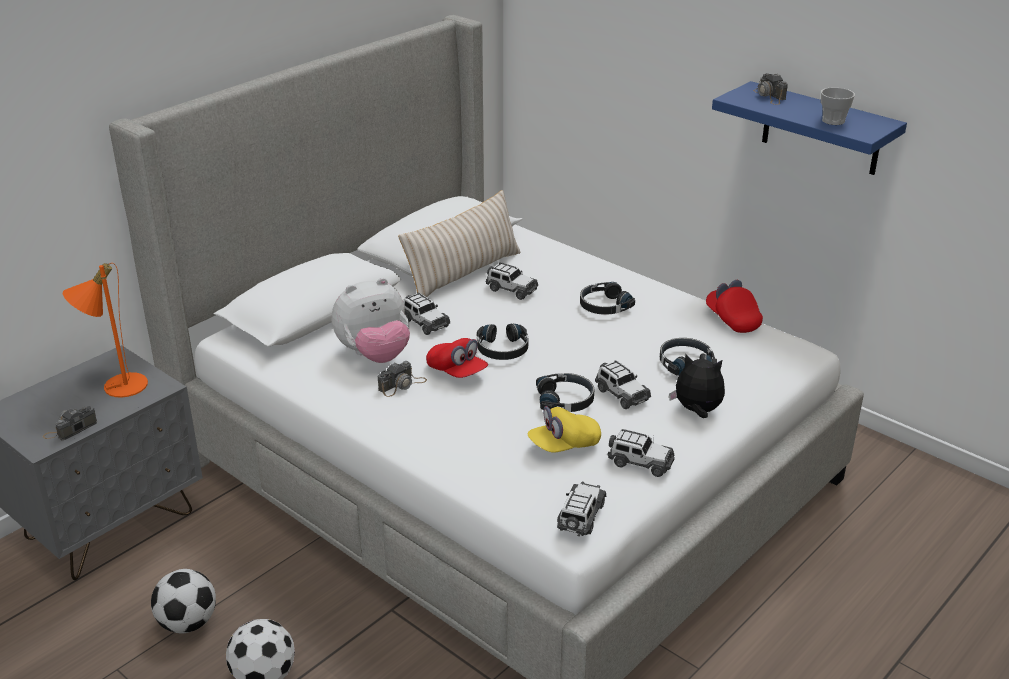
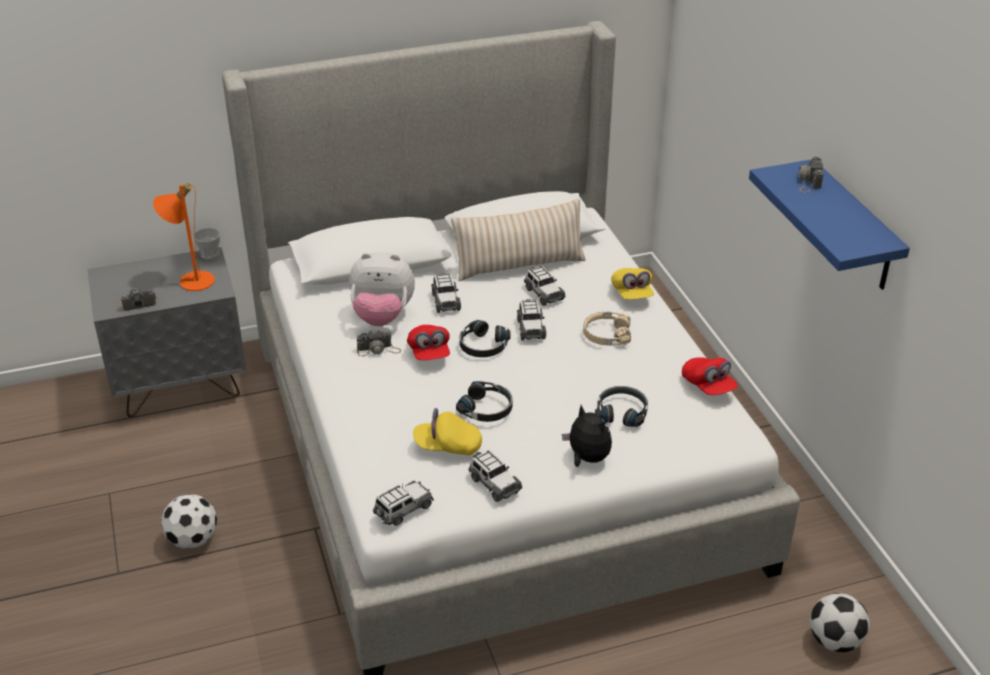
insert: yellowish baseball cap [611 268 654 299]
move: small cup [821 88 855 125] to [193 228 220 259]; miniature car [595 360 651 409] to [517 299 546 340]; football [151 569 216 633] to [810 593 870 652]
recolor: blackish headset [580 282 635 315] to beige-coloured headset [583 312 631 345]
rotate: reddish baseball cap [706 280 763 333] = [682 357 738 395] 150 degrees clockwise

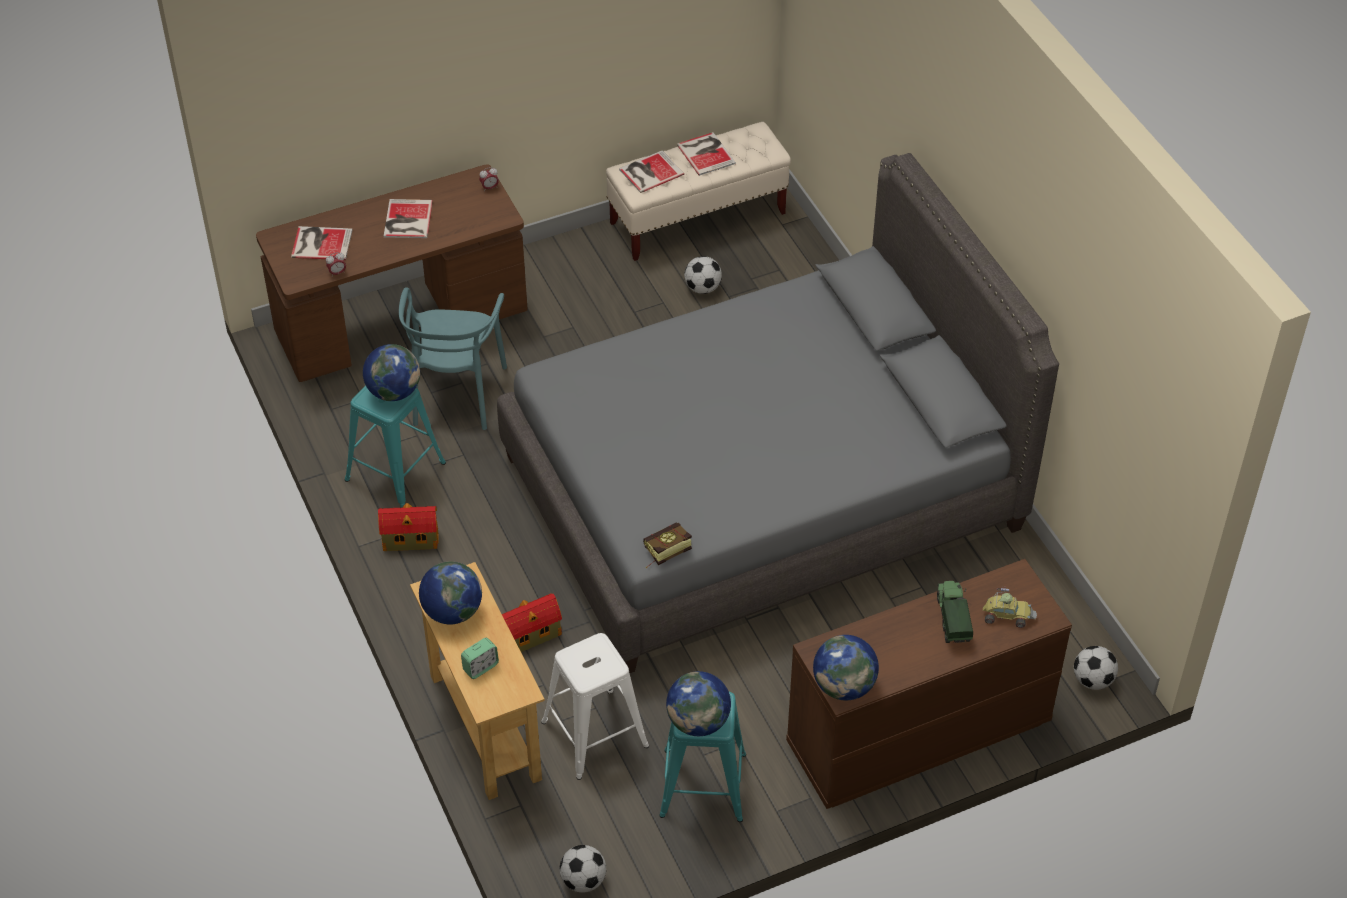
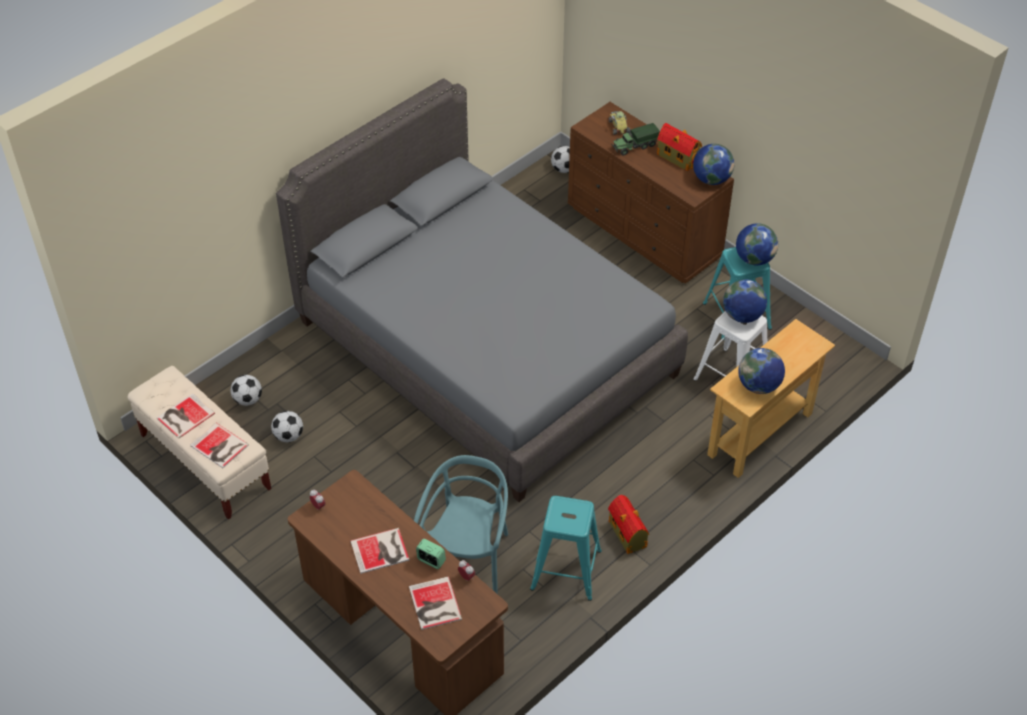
delete: volume [643 523 692 568]
move: globe [363 344 420 401] to [723 279 767 323]; toy house [502 594 562 652] to [657 123 702 171]; alarm clock [461 638 499 679] to [416 539 446 569]; football [559 845 606 893] to [231 375 262 406]
rotate: turquoise-coloured chair [399 287 507 430] = [414 455 508 593] 60 degrees counterclockwise

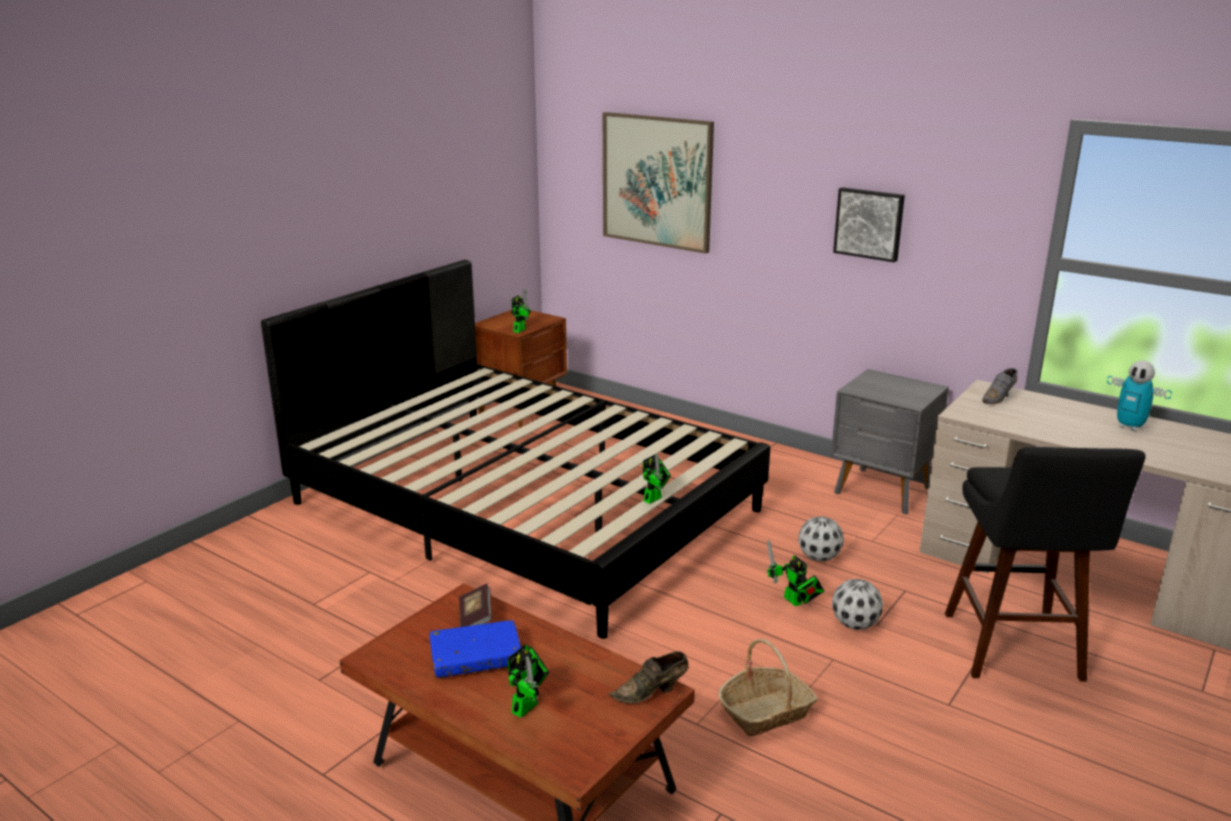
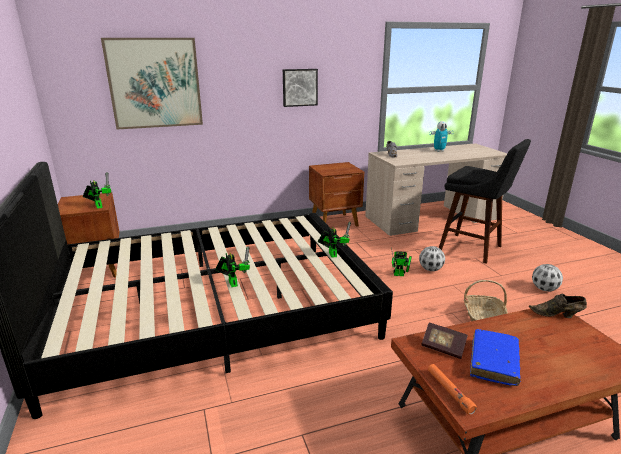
insert: orangey hand torch [428 364 477 415]
move: football [798 516 844 561] to [532 264 563 291]; robot figure [507 645 550 718] to [215 246 250 287]
recolor: grey night table [831 369 949 514] to brown night table [309 162 364 227]
rotate: brown low shoe [609 651 689 703] = [529 294 587 318] 90 degrees clockwise

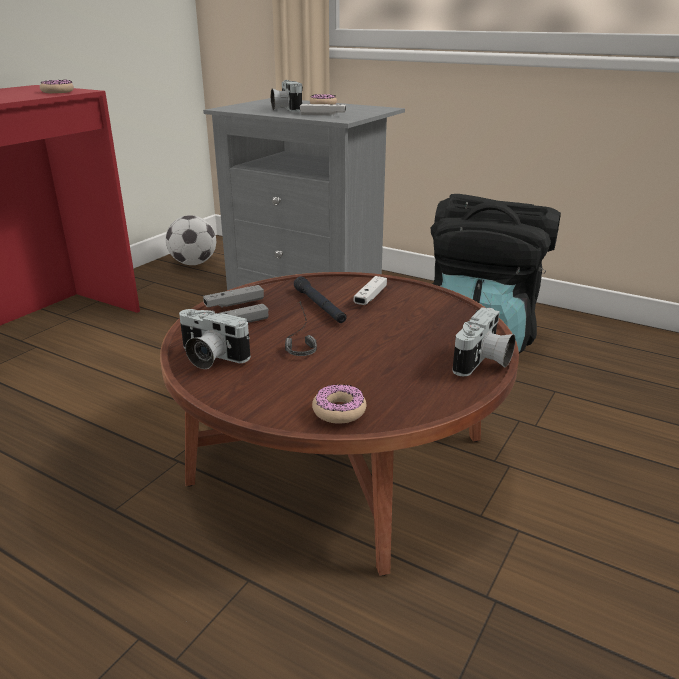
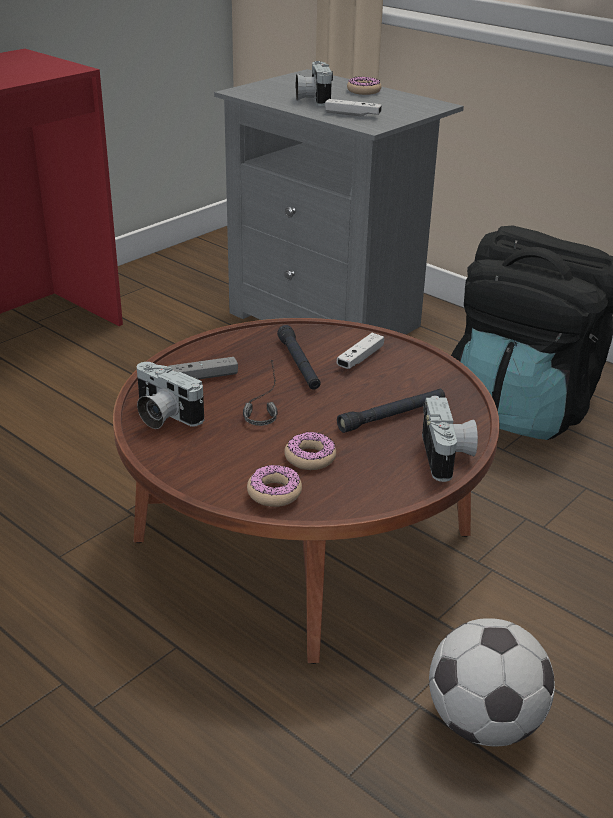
delete: grey game controller [203 285 264 308]
insert: blackish hand torch [337 389 445 433]
move: donut [40 80 74 93] to [284 431 336 470]; football [166 215 216 265] to [429 618 555 746]
rotate: photo camera [453 307 515 376] = [422 396 478 482] 45 degrees counterclockwise

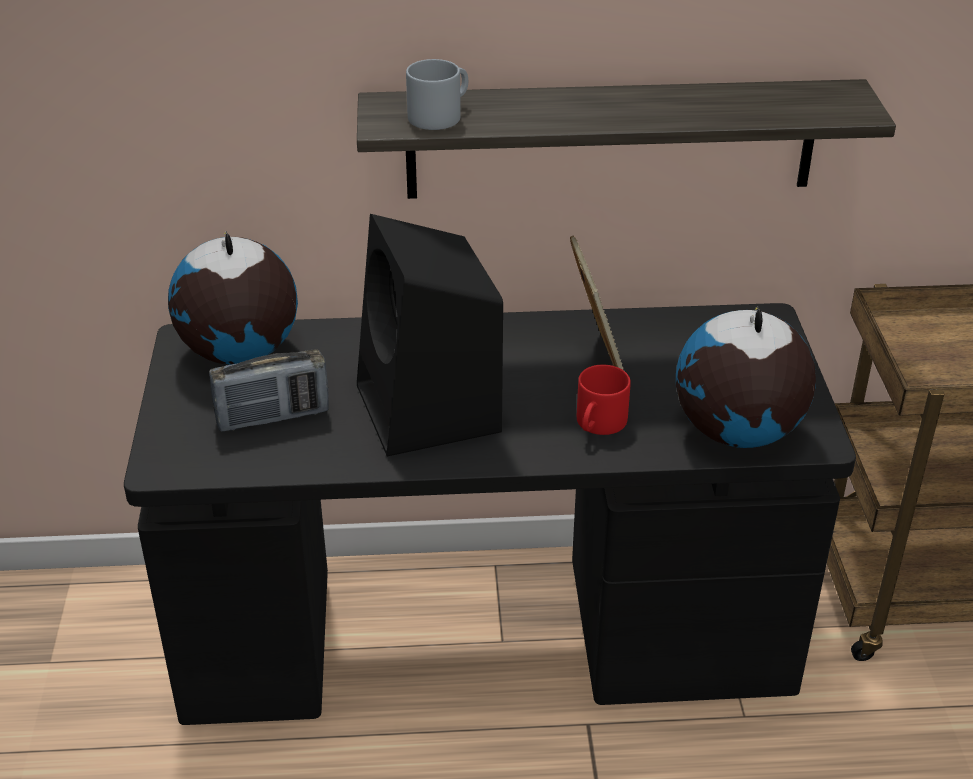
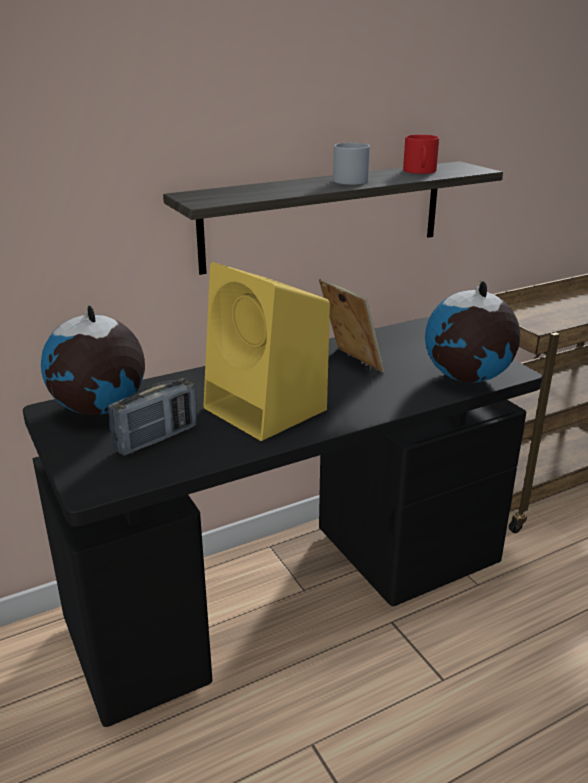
move: grey coffee mug [406 59 468 130] to [333 143 370 185]; reddish coffee mug [577 365 631 435] to [403 135 439 174]
recolor: blackish speaker [357 214 503 456] to yellowish speaker [203 262 330 441]

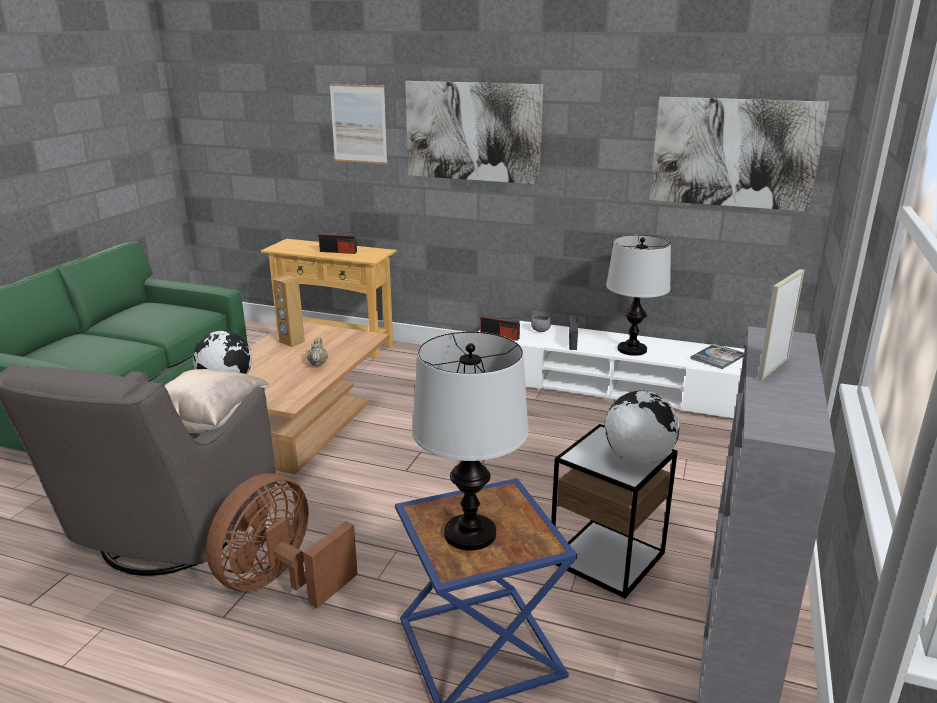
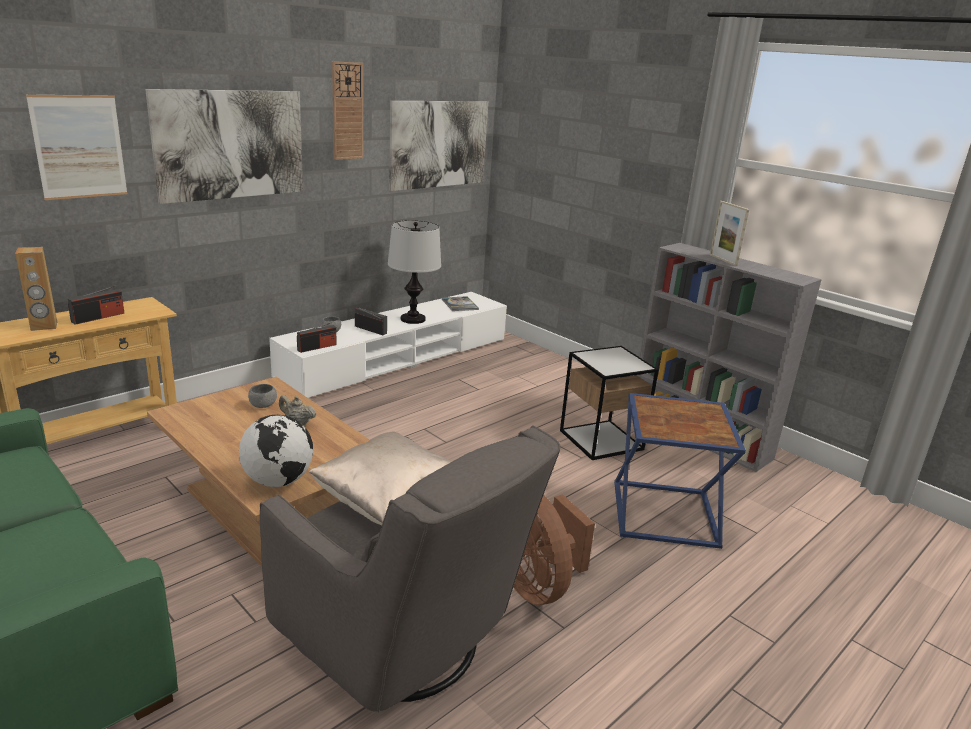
delete: lamp for a table [412 332 529 551]; globe [605 391 680 464]
insert: clock on the wall [332 61 363 160]; grey serving bowl [248 384 277 408]
move: brown speaker [273 275 305 347] to [15 247 57 331]

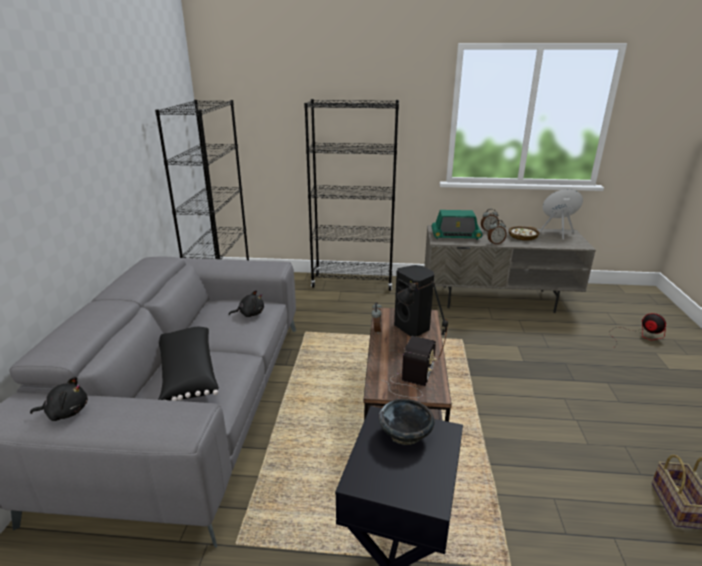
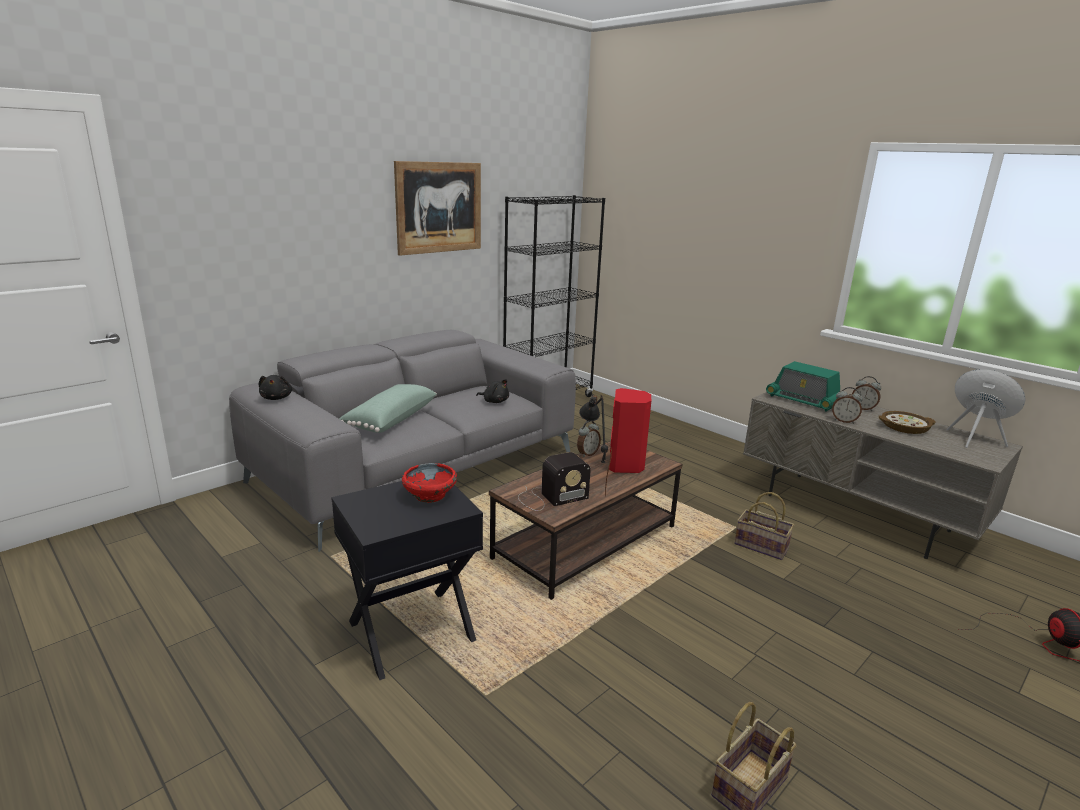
delete: blackish bookcase [304 99 399 291]
insert: wall picture [394 161 481 256]; basket [734 492 794 560]
recolor: blackish speaker [394 265 434 337] to reddish speaker [609 388 652 473]; blackish throw pillow [158 327 219 401] to green throw pillow [339 384 437 433]; blackish serving bowl [379 399 435 445] to reddish serving bowl [402 463 457 503]
rotate: blackish soft toy [30 377 88 421] = [259 375 292 400] 45 degrees clockwise

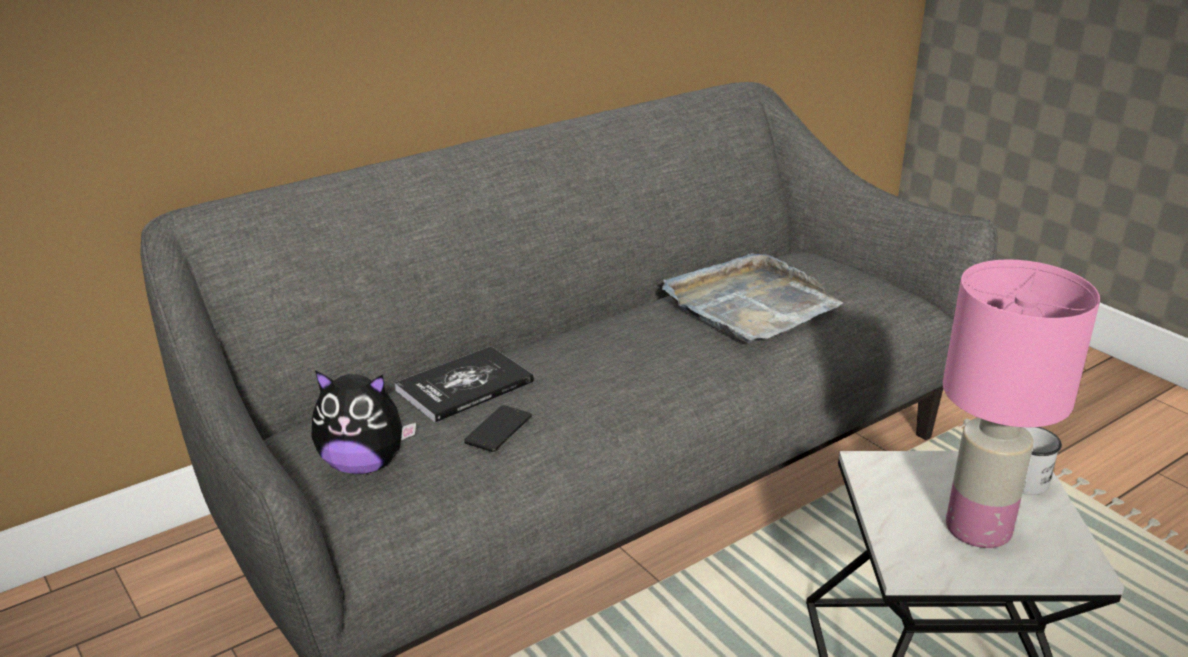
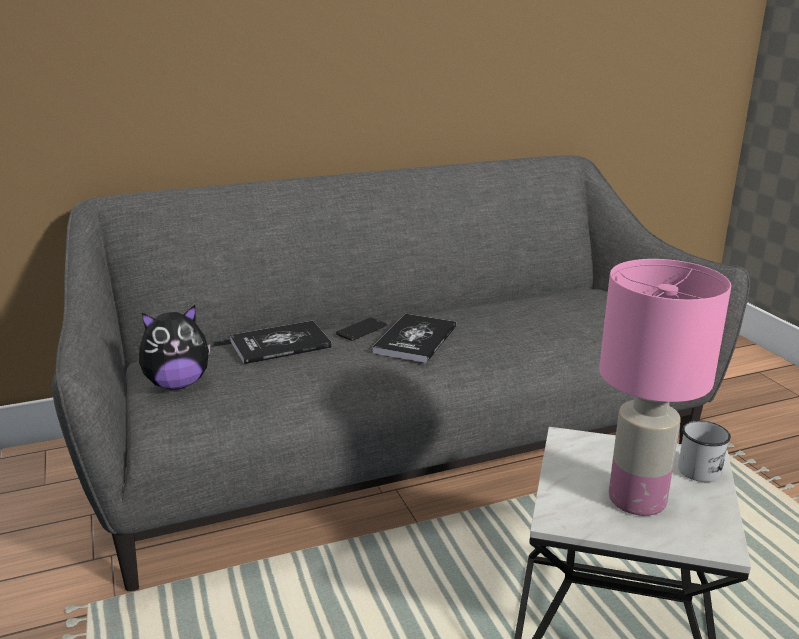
delete: grey serving tray [662 253 843 343]
insert: volume [372 314 456 363]
move: handset [464 405 532 452] to [336 318 387 341]
rotate: soft toy [311 370 416 474] = [139 305 211 390] 45 degrees counterclockwise

